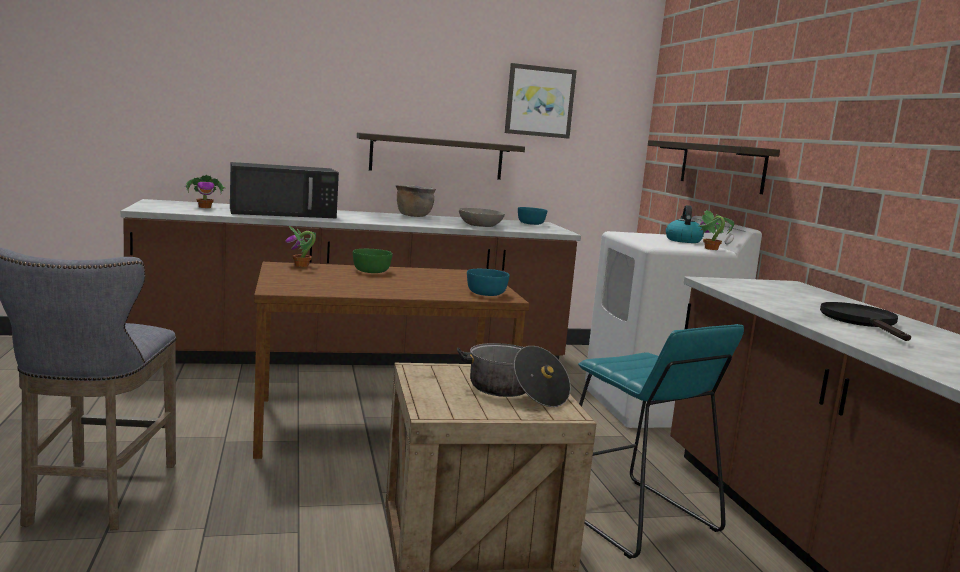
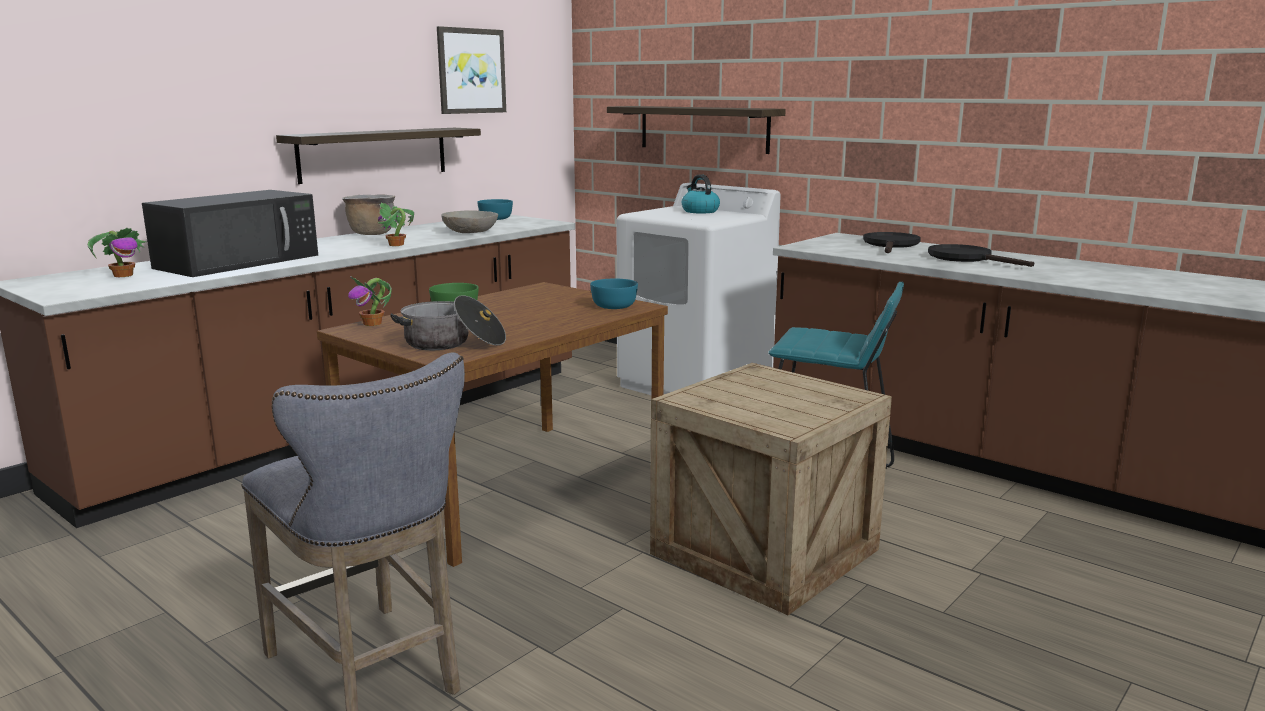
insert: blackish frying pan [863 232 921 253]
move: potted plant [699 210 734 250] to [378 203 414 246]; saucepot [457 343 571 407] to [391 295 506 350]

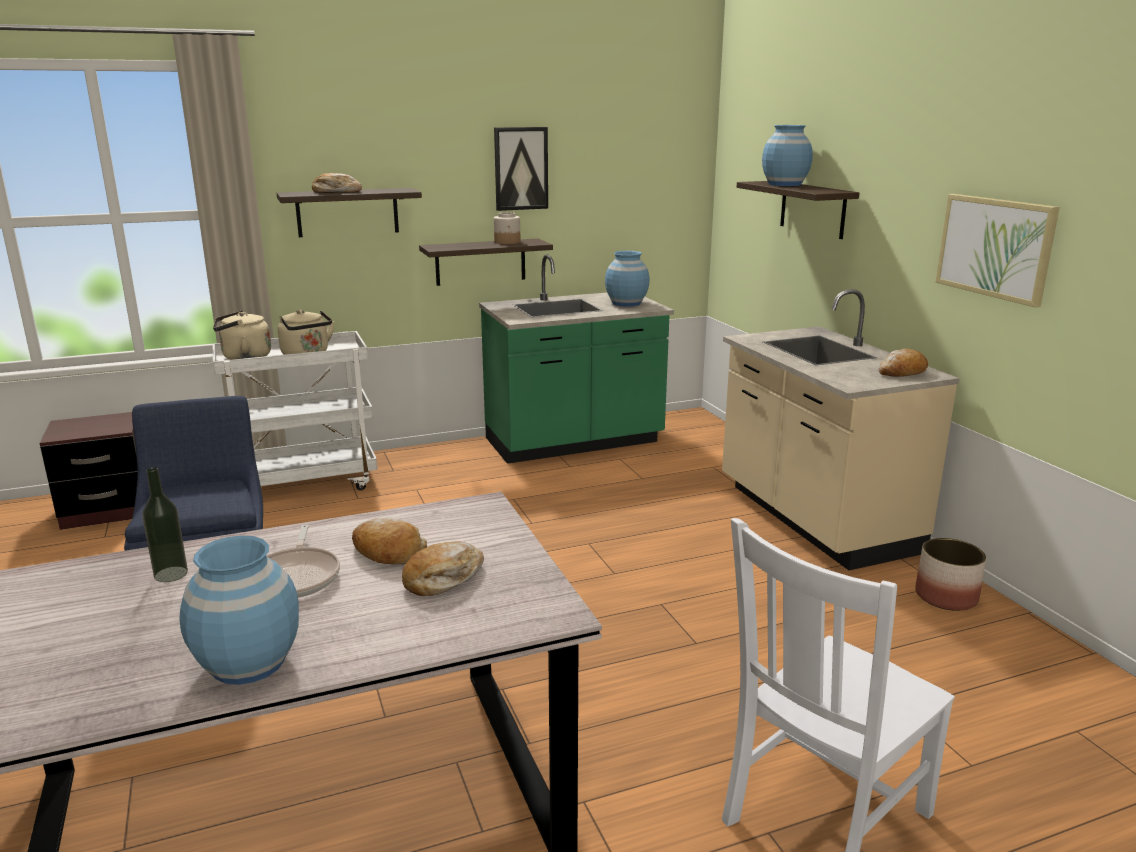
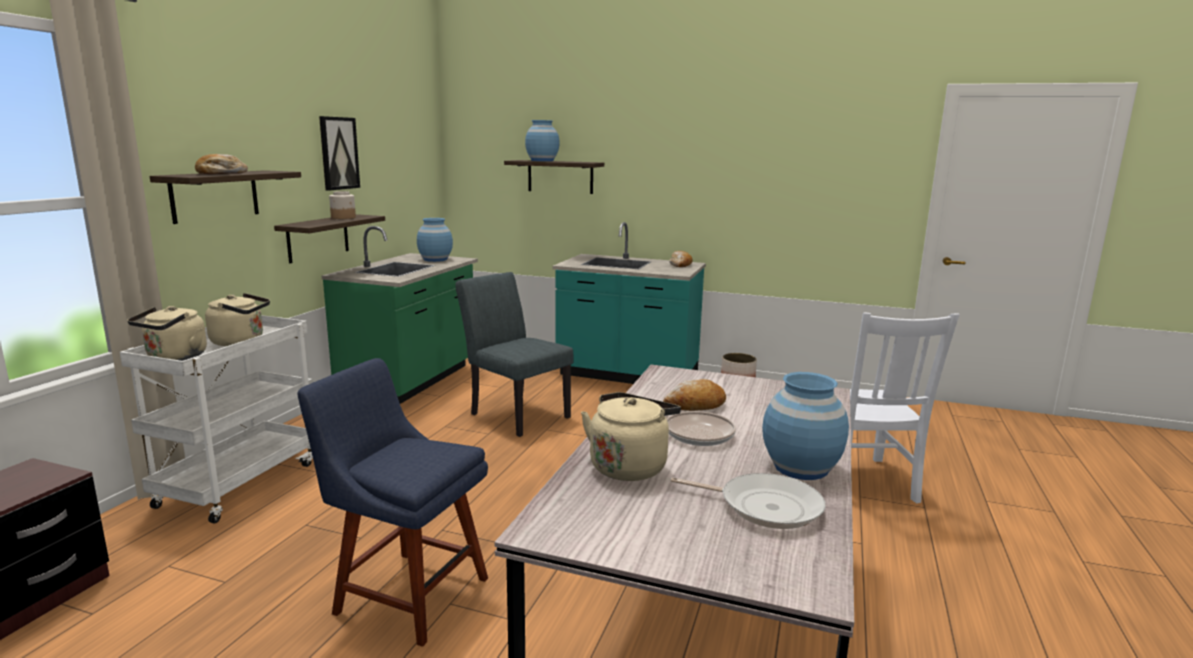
delete: wall picture [935 194 1060 307]; bread [402 541 484 596]
insert: grey chair [455 272 573 437]; frying pan [671 473 826 529]
replace: bottle [142 467 188 582] to beige-coloured kettle [581 392 681 481]
recolor: beige-coloured counter [722 289 960 570] to turquoise-coloured counter [553 222 706 384]

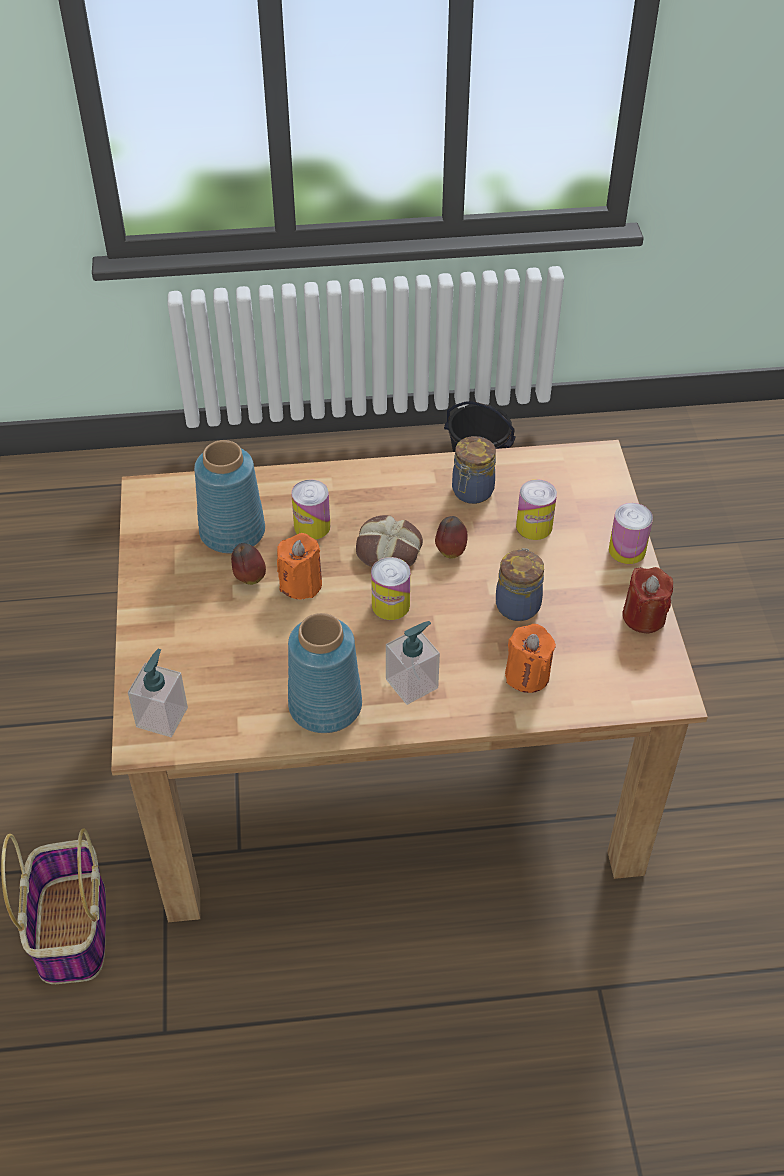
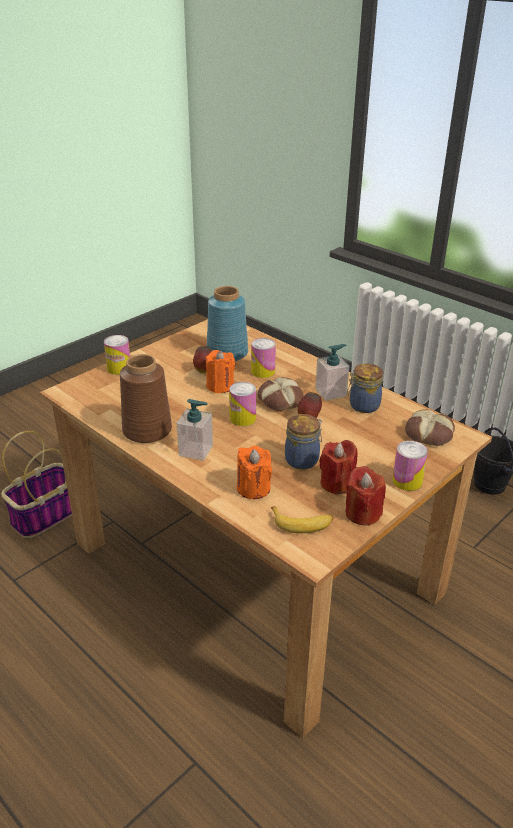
insert: bread [405 409 455 446]; reddish wax candle [319 440 357 495]; banana fruit [271 506 334 533]
move: metal can [516 479 557 540] to [104 335 130 375]; soap bottle [128 649 188 737] to [315 344 349 401]
recolor: blue flower vase [288 613 362 733] to brown flower vase [120 354 172 443]

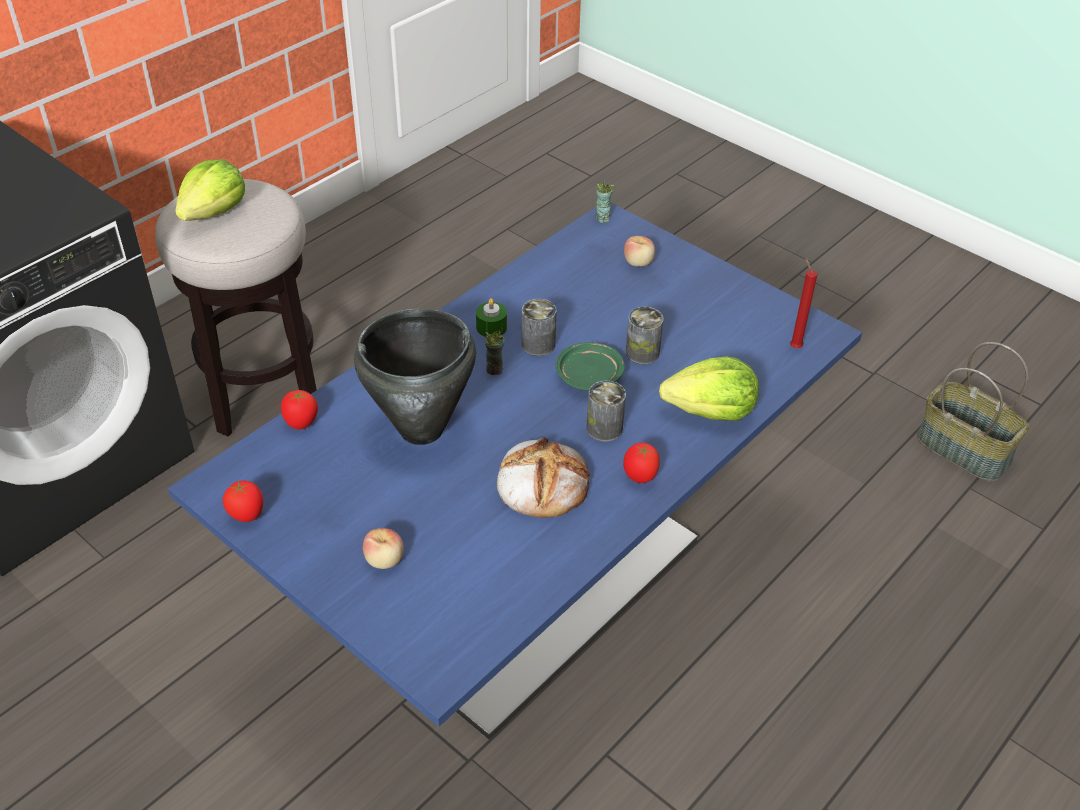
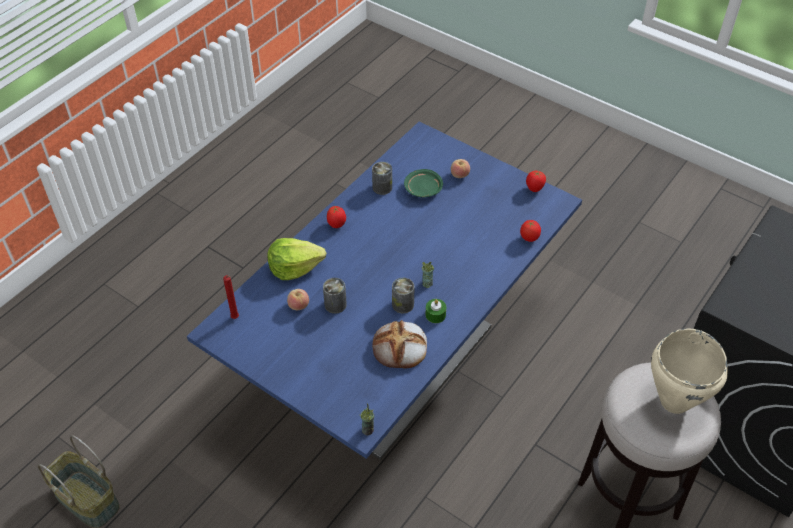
delete: blackish saucepot [354 309 476 445]
move: apple fruit [624 236 655 267] to [287 289 309 310]; green dinner plate [556 342 625 391] to [404 169 443 197]; metal can [586 380 626 442] to [372 162 392 195]; bread [497 437 590 518] to [372 320 427 368]
replace: lettuce head [175 159 245 221] to beige-coloured saucepot [651 328 728 414]

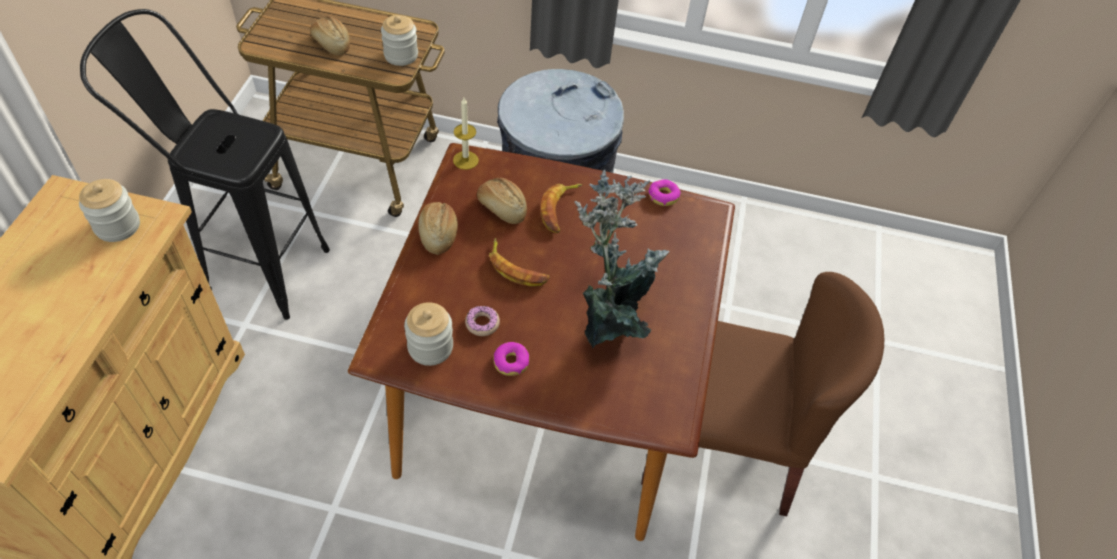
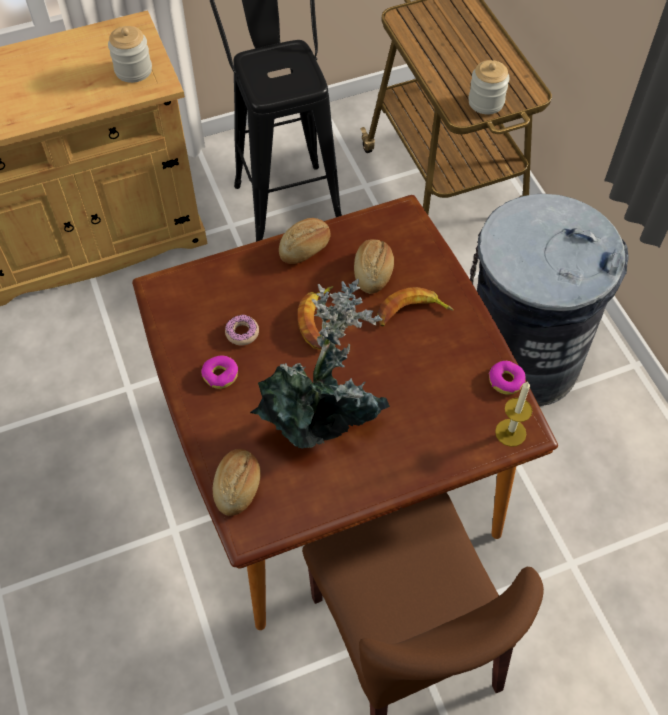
delete: jar [404 302 453 366]
move: bread [310 16 350 56] to [213 449 261 516]; wax candle [453 98 479 170] to [495 382 532 447]

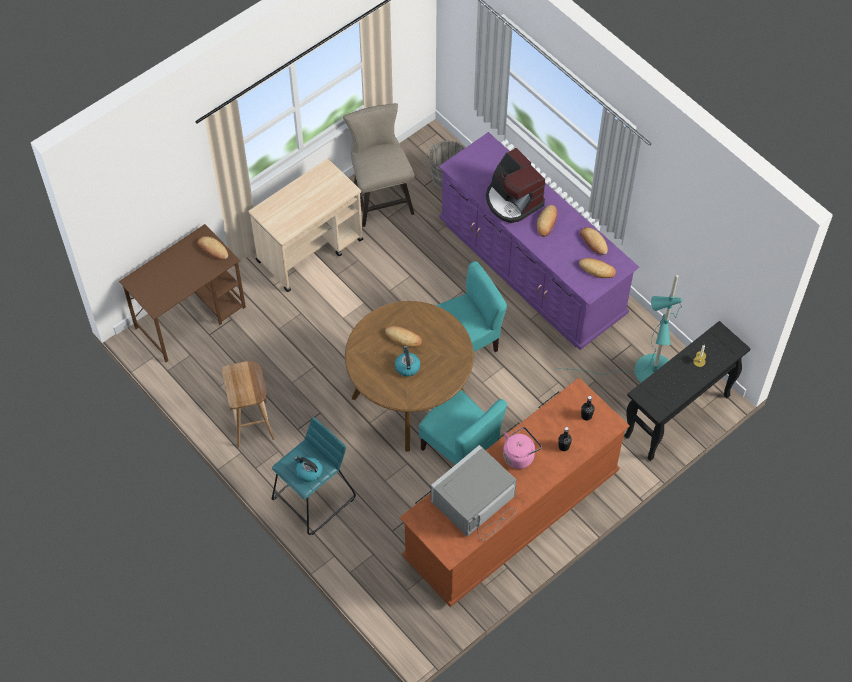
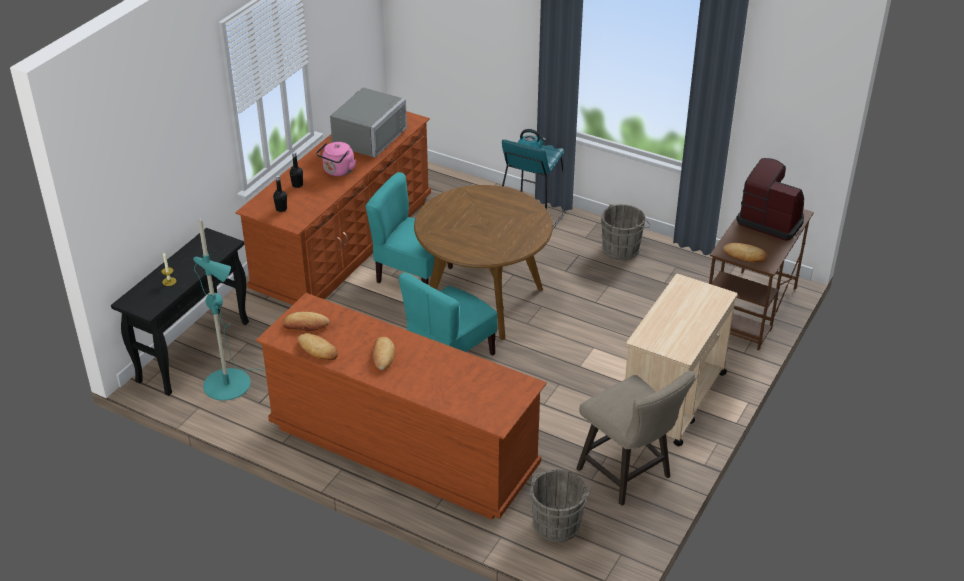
delete: bread [385 326 422 347]; kettle [395 346 420 377]
move: coffee machine [486 148 545 223] to [736 158 804 241]
replace: brown sitting stool [222 361 275 447] to grey pail [600 204 651 260]
recolor: purple-coloured drawer chest [439 132 639 350] to brown drawer chest [256 293 547 520]

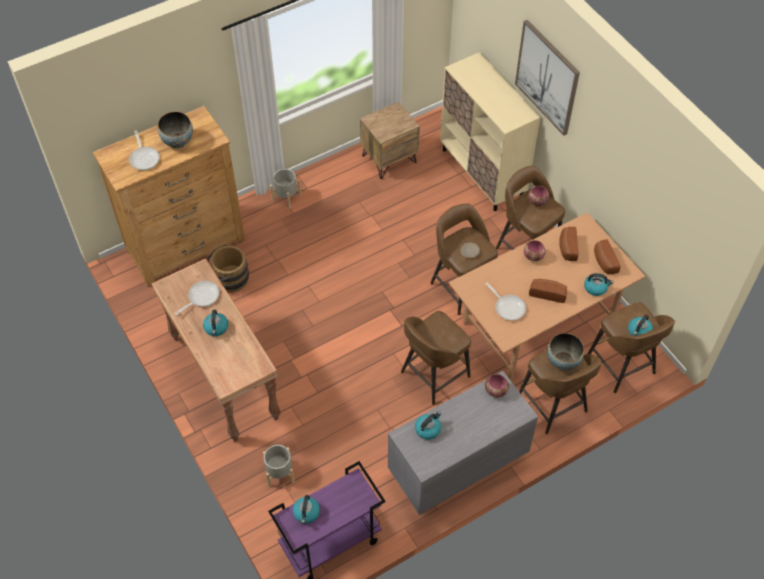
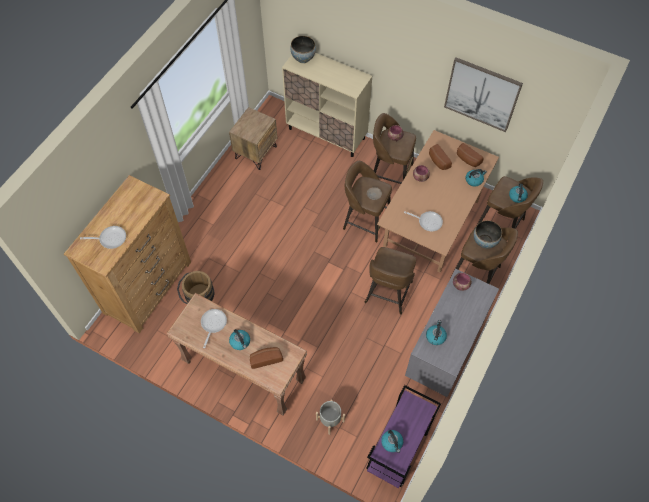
delete: grey plant pot [270 169 301 209]
move: wall picture [515 20 580 136] to [444 57 523 132]; serving bowl [158 111 193 148] to [290 36 316 63]; bread [529 279 567 303] to [250 347 283 369]
rotate: frying pan [129 131 160 170] = [80 226 126 249] 45 degrees counterclockwise

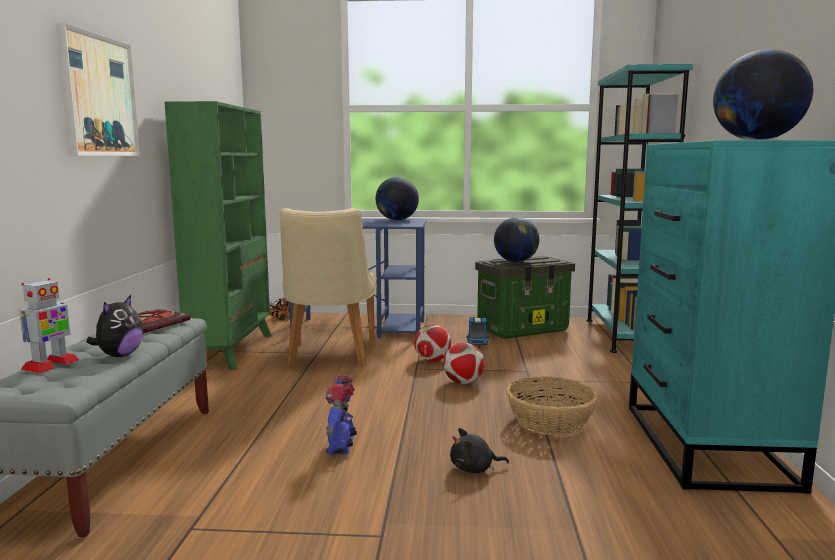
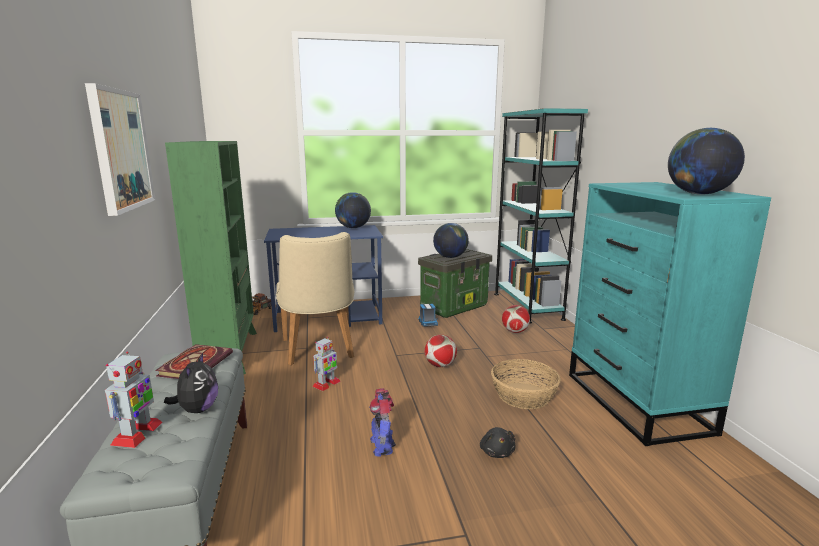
insert: robot figure [312 337 341 391]
move: football [414 324 451 362] to [502 305 530 333]
rotate: blackish soft toy [450 428 509 473] = [480 427 515 458] 75 degrees counterclockwise

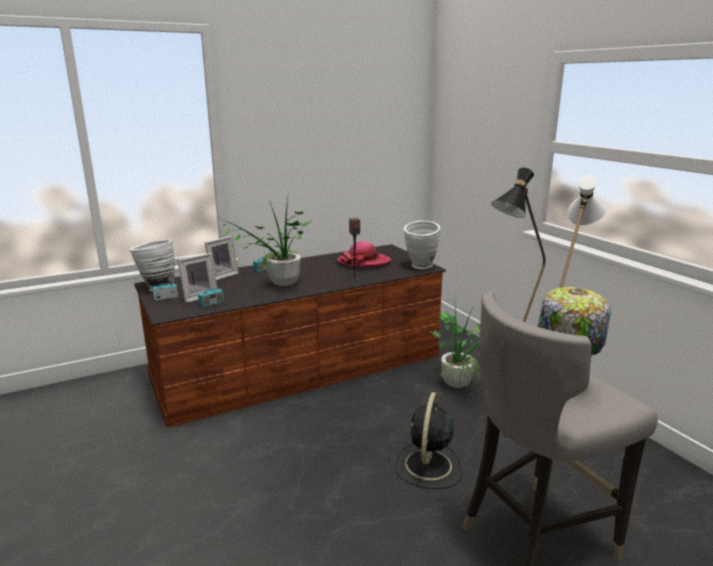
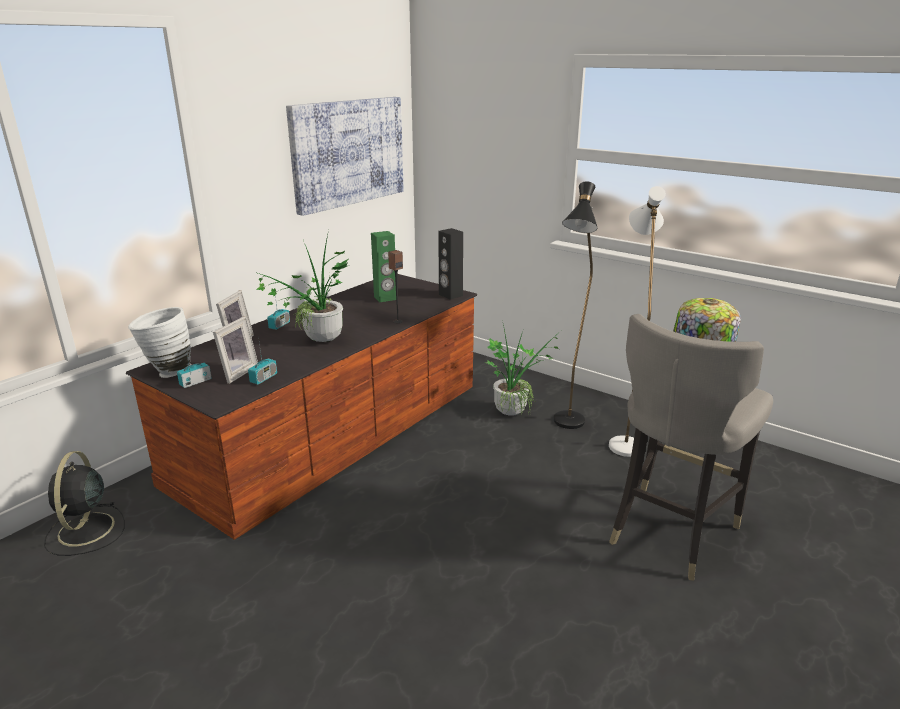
insert: wall picture [286 97 404 216]
move: blackish electric fan [395 392 462 489] to [44 451 125 556]
replace: white flower vase [404 221 440 269] to blackish speaker [438 228 463 299]; clothing hat [337 241 391 268] to green speaker [371 231 396 302]

